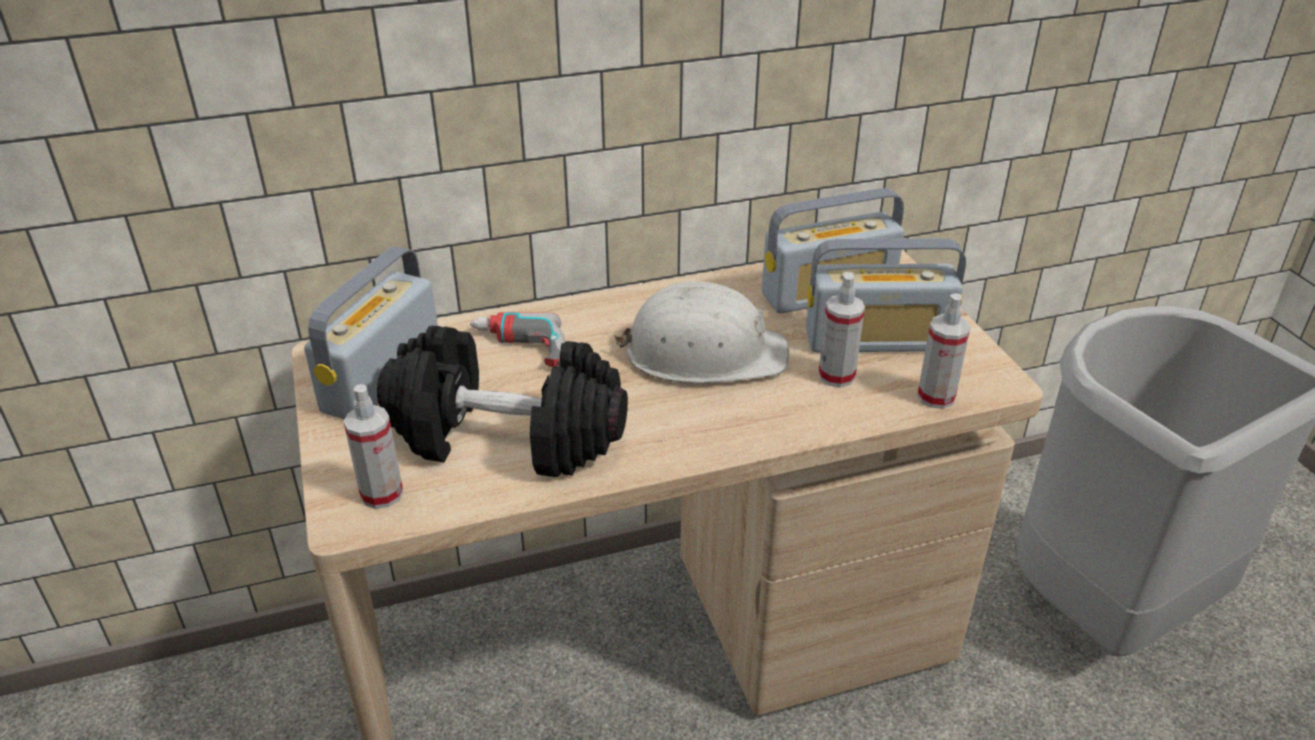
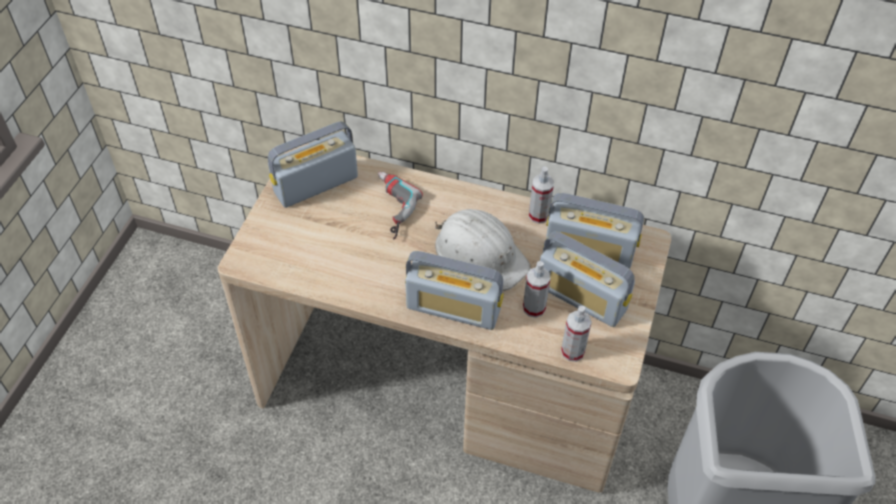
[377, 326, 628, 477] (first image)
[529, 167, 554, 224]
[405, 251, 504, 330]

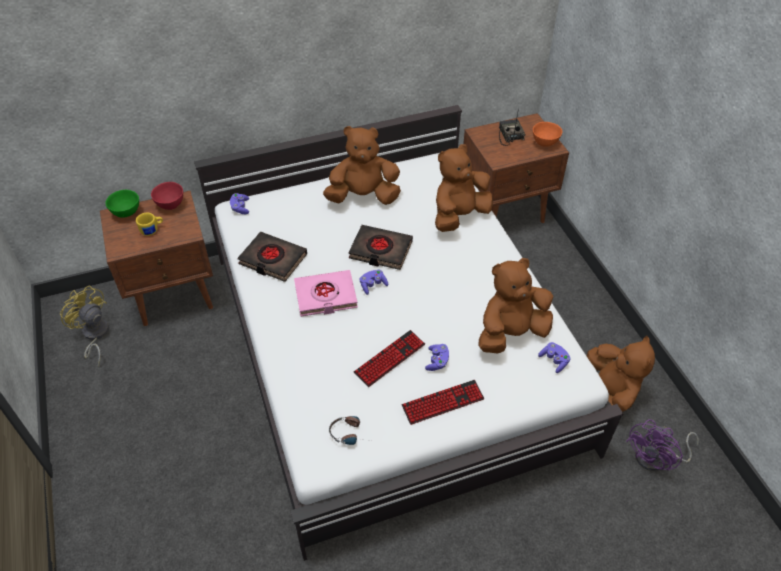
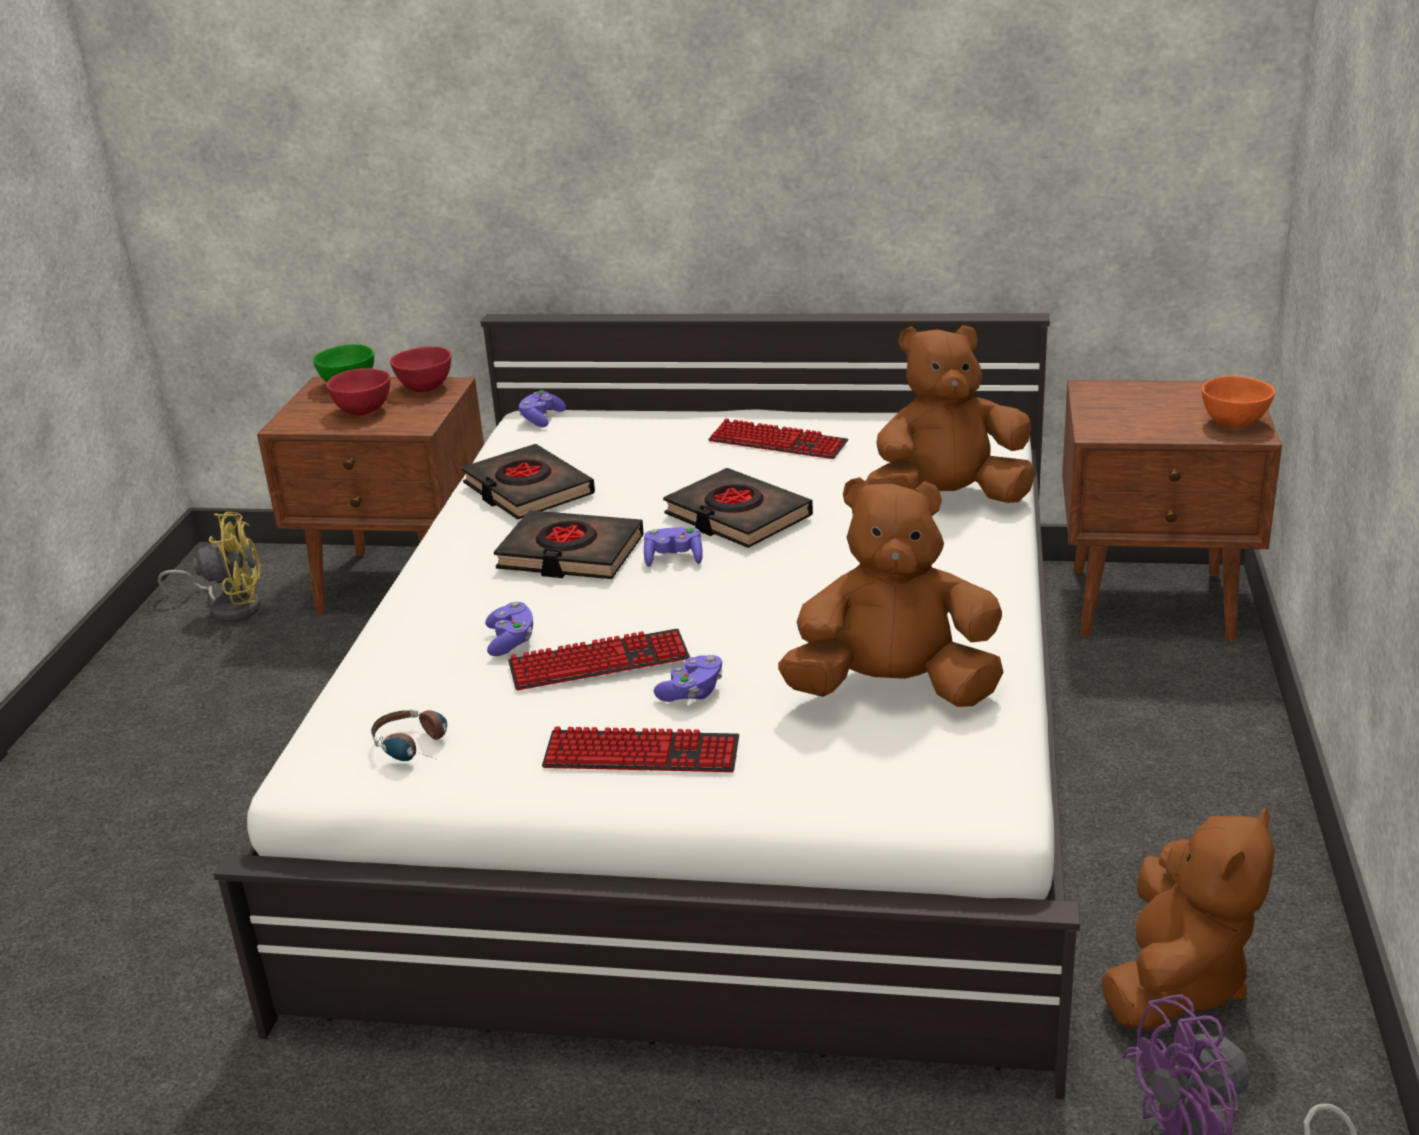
[499, 108, 525, 146] (first image)
[708, 418, 848, 459]
[326, 368, 390, 415]
[494, 510, 644, 579]
[158, 512, 261, 622]
[485, 602, 533, 656]

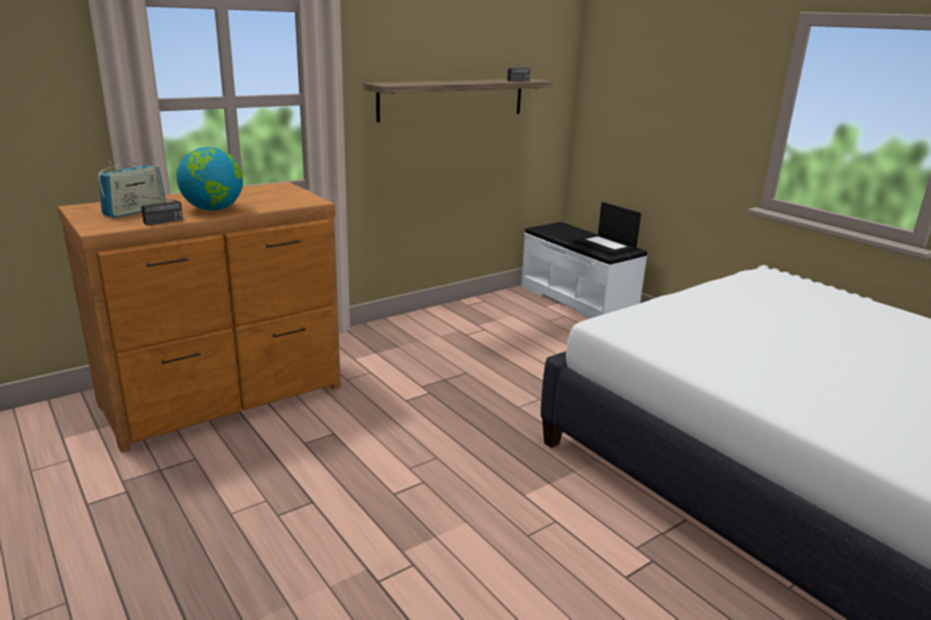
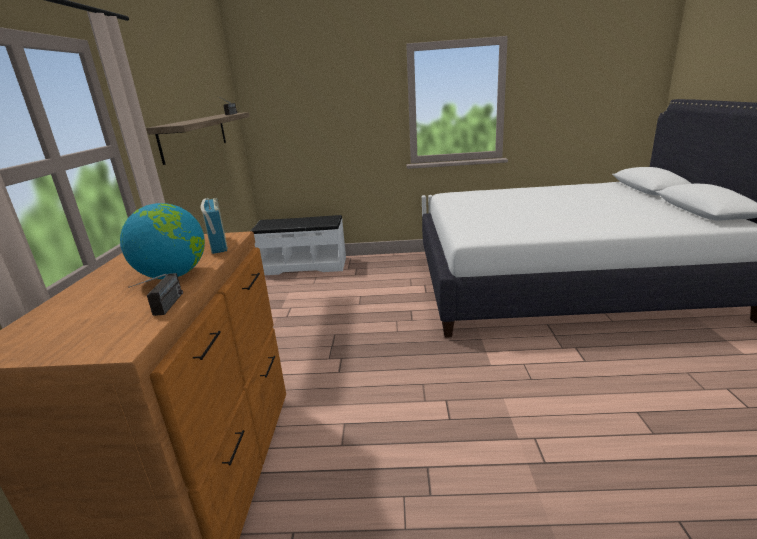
[200, 198, 228, 254]
[574, 202, 641, 255] (first image)

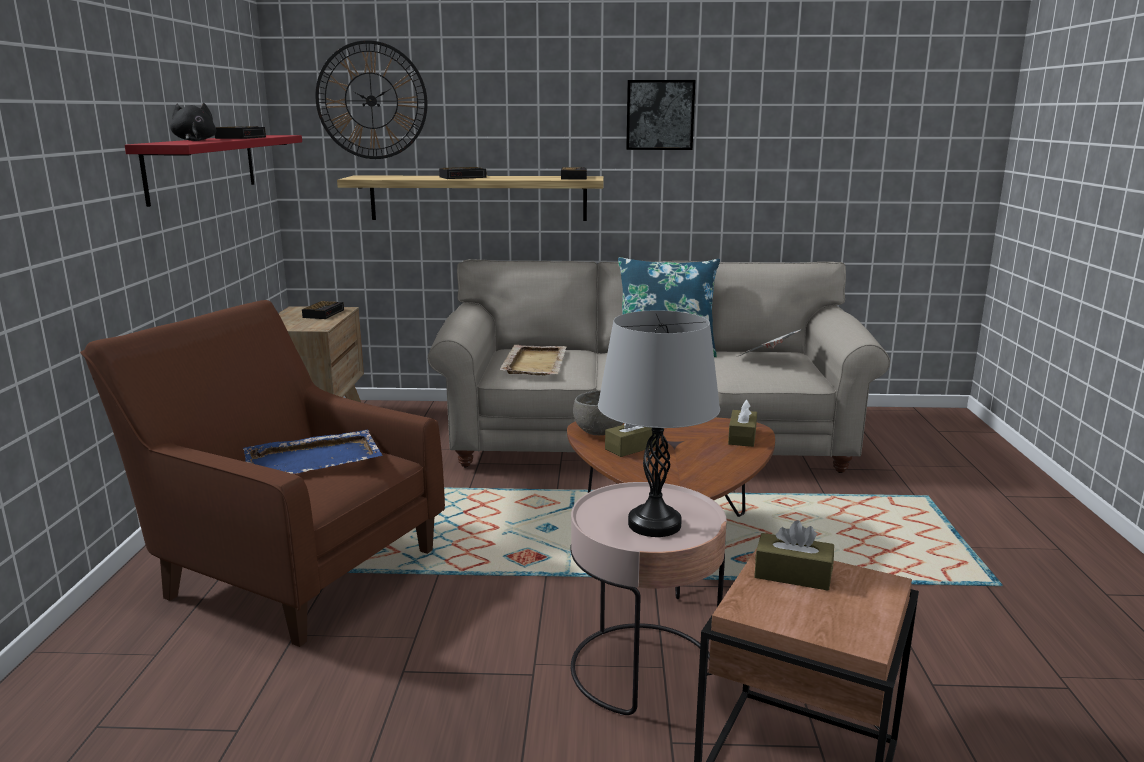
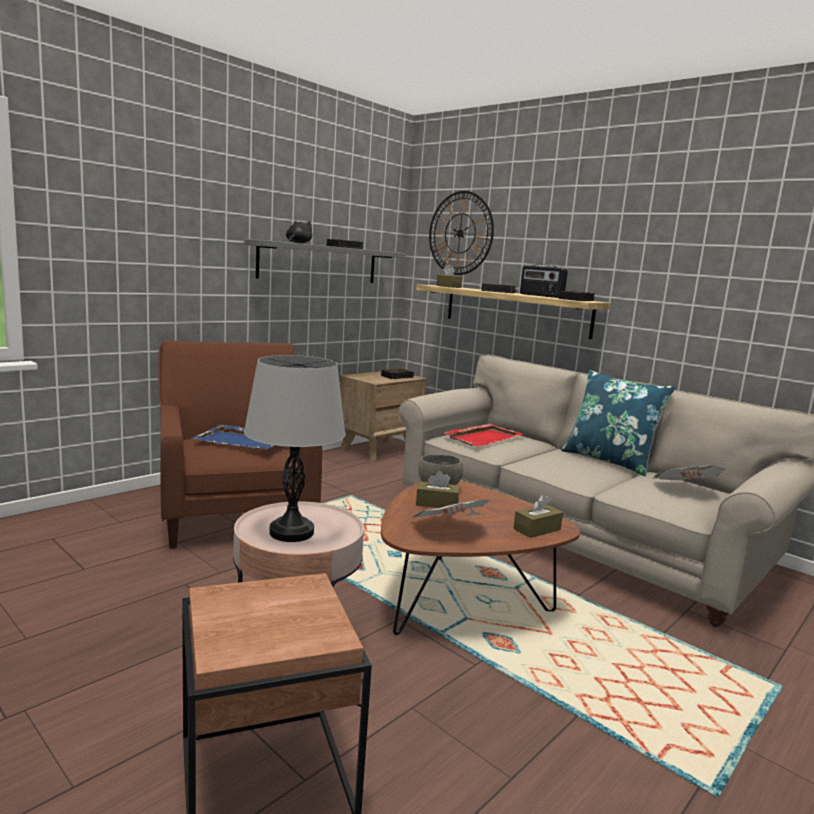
[626, 80, 696, 150] (first image)
[244, 239, 406, 283]
[443, 424, 523, 446]
[436, 264, 462, 288]
[520, 264, 568, 298]
[411, 500, 491, 518]

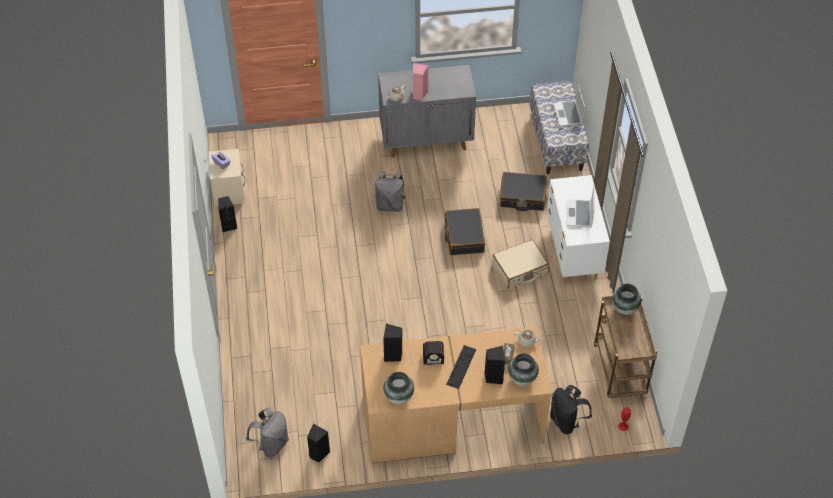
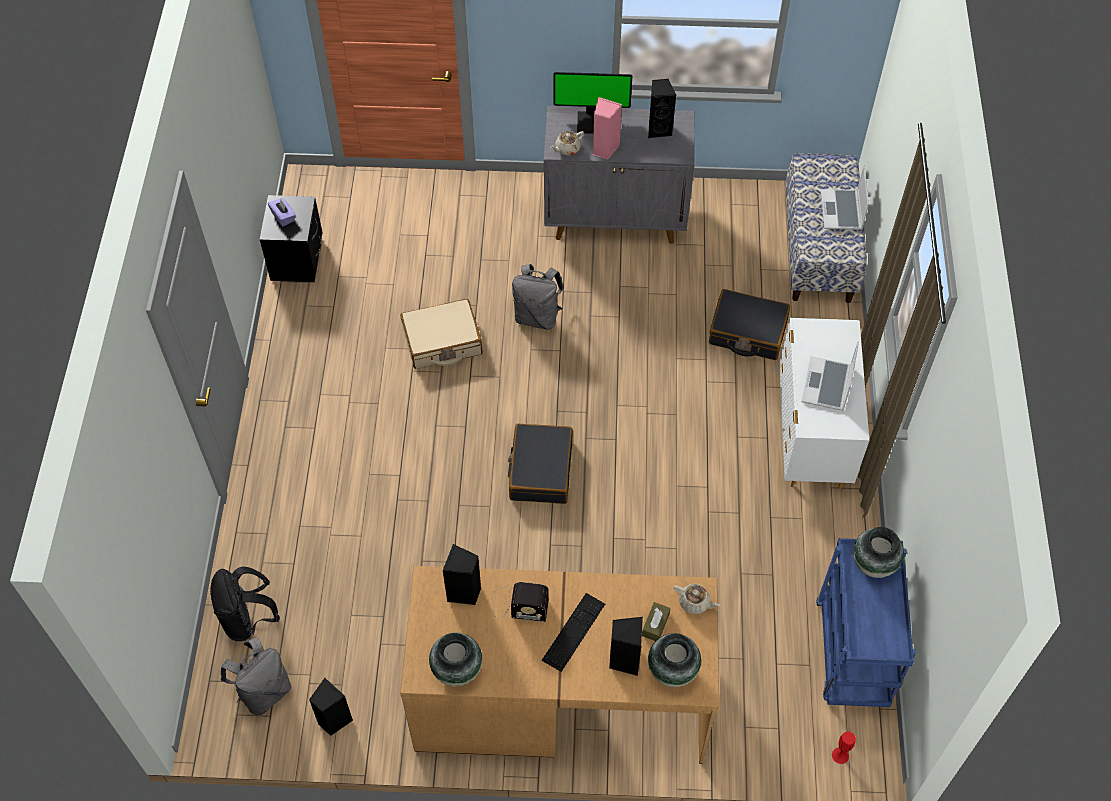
[260, 195, 322, 282]
[648, 79, 676, 138]
[508, 424, 573, 504]
[400, 299, 483, 369]
[816, 538, 916, 707]
[210, 567, 280, 641]
[553, 72, 632, 134]

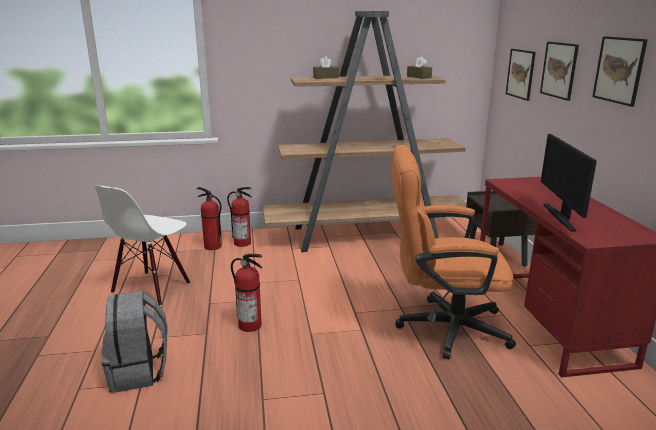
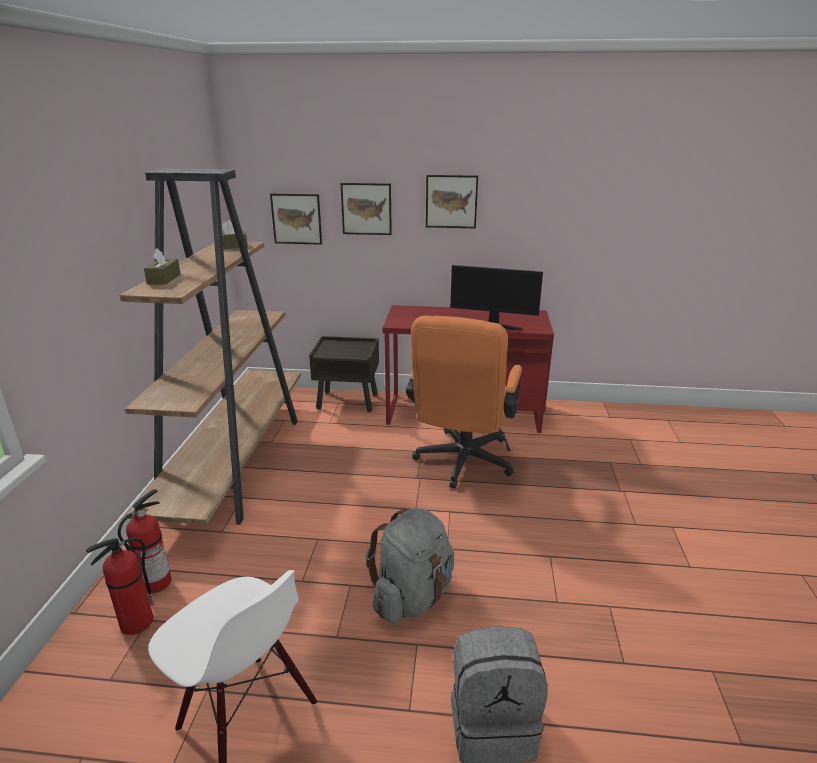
[366, 508, 454, 623]

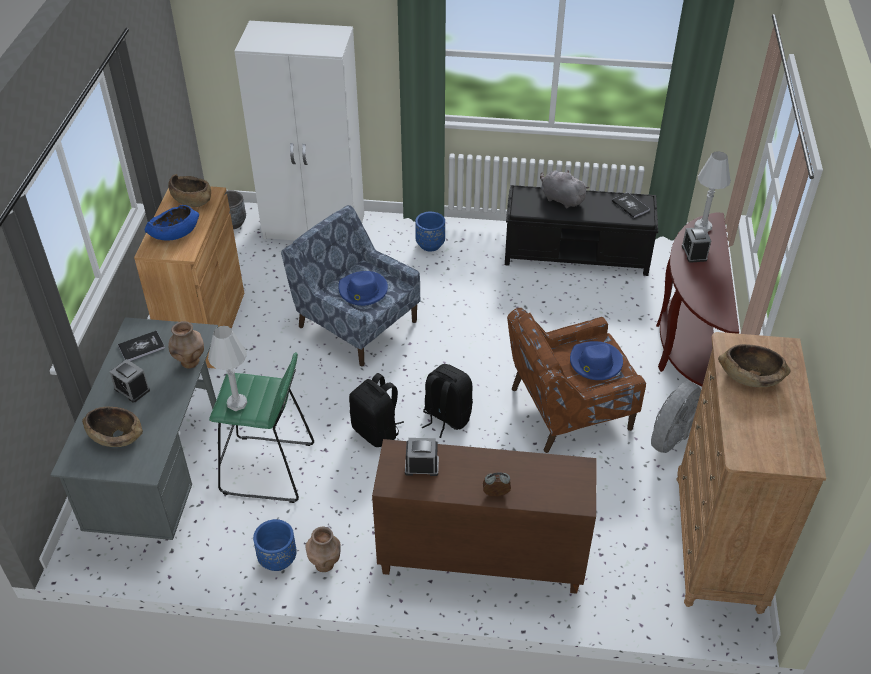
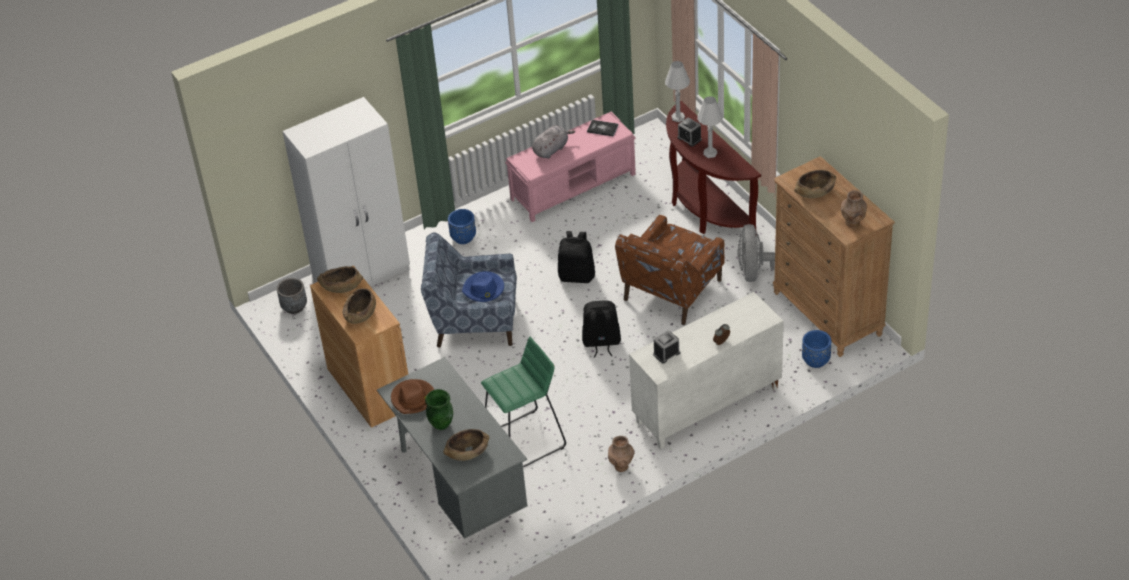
[532, 125, 575, 159]
[505, 112, 636, 222]
[342, 288, 376, 324]
[841, 190, 867, 228]
[697, 96, 723, 158]
[391, 379, 434, 414]
[570, 341, 623, 380] (first image)
[425, 389, 453, 430]
[558, 231, 595, 283]
[629, 292, 784, 449]
[802, 330, 831, 368]

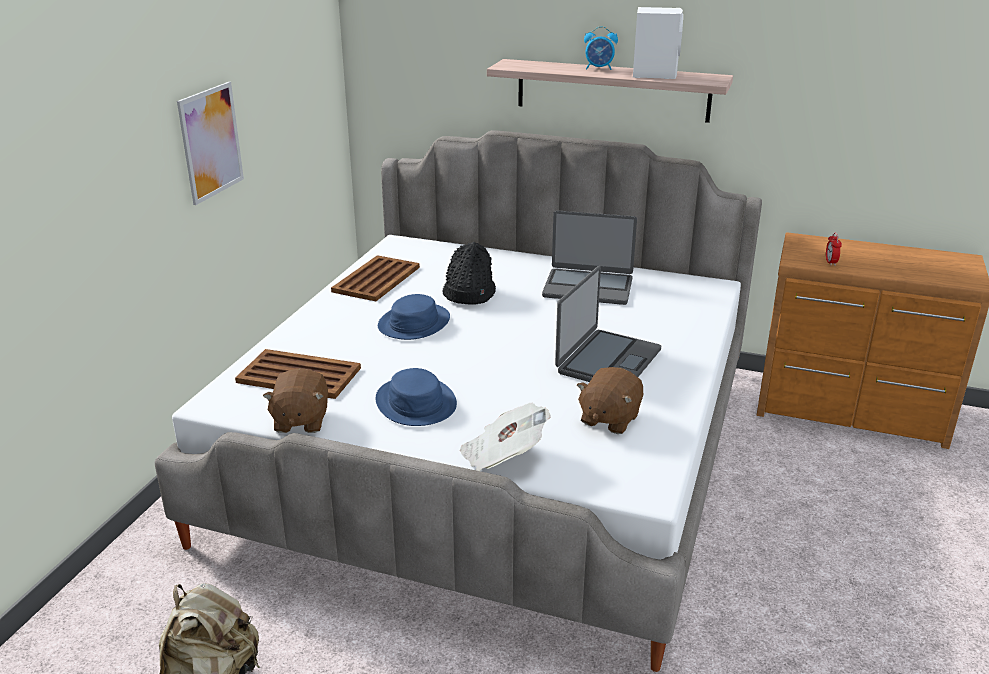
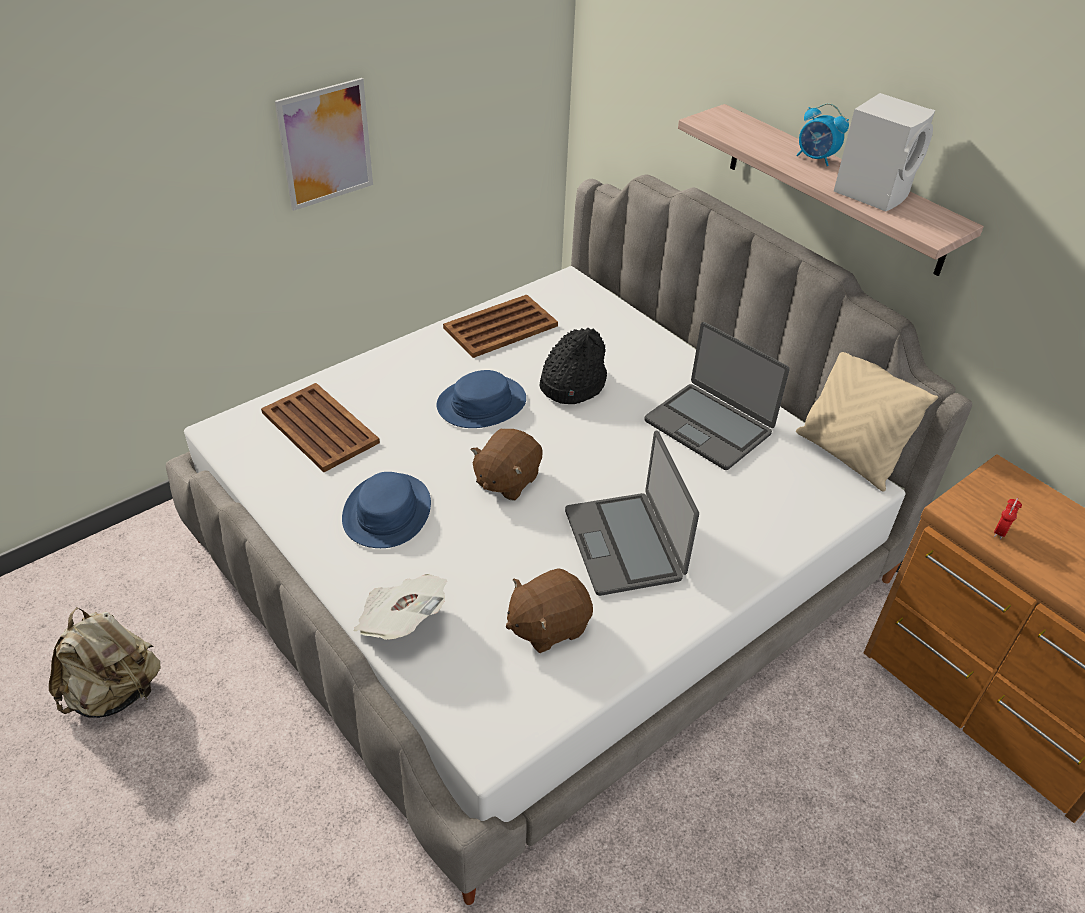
[565, 431, 699, 596]
[470, 428, 543, 500]
[796, 352, 938, 492]

